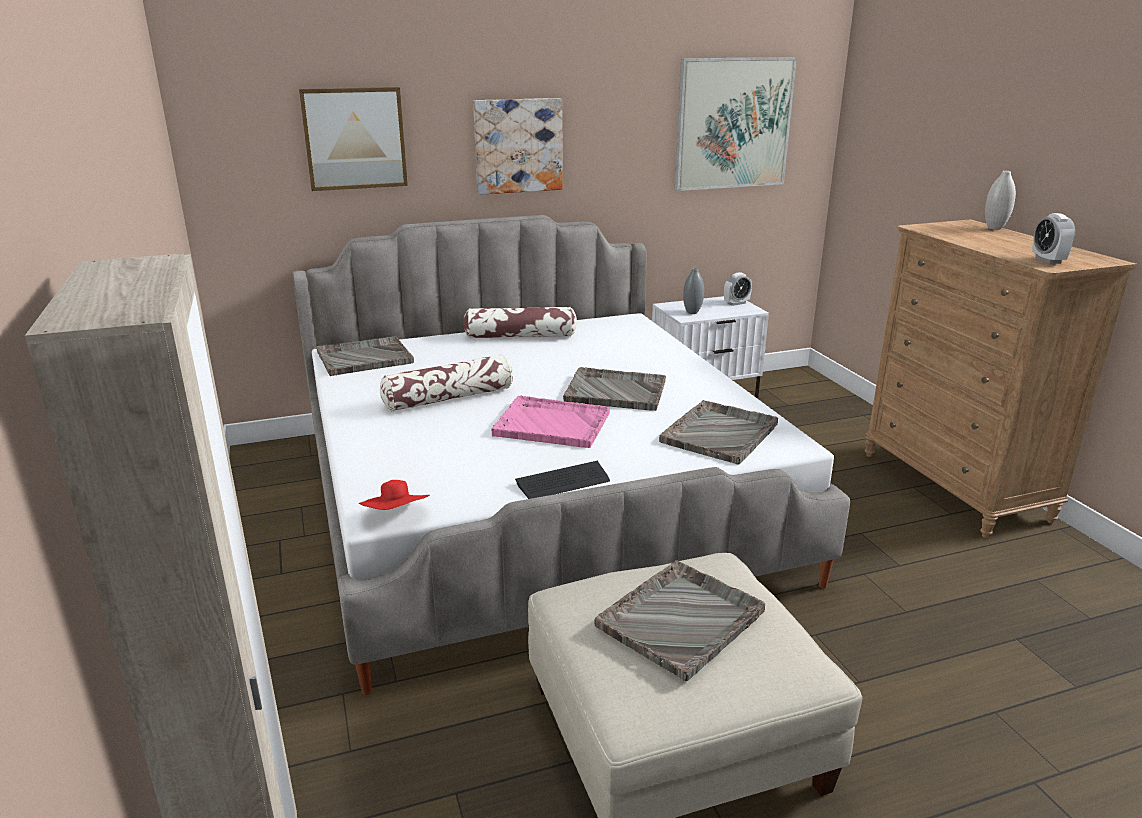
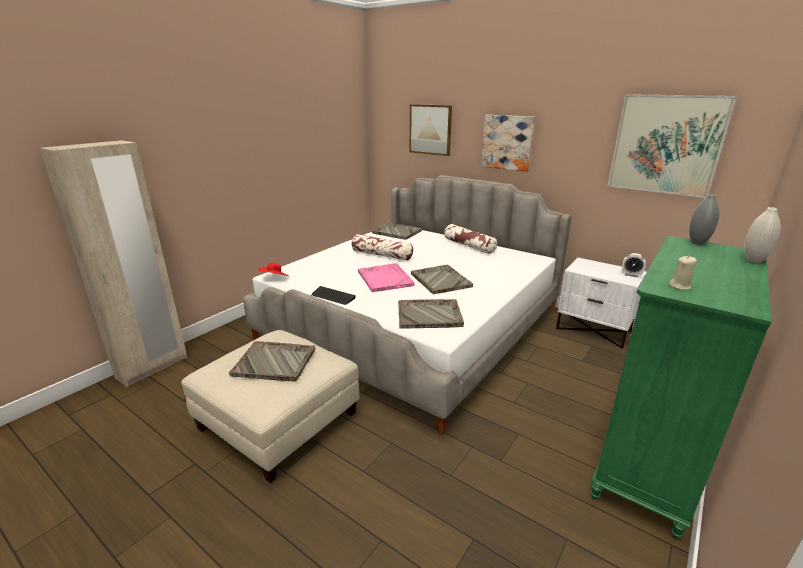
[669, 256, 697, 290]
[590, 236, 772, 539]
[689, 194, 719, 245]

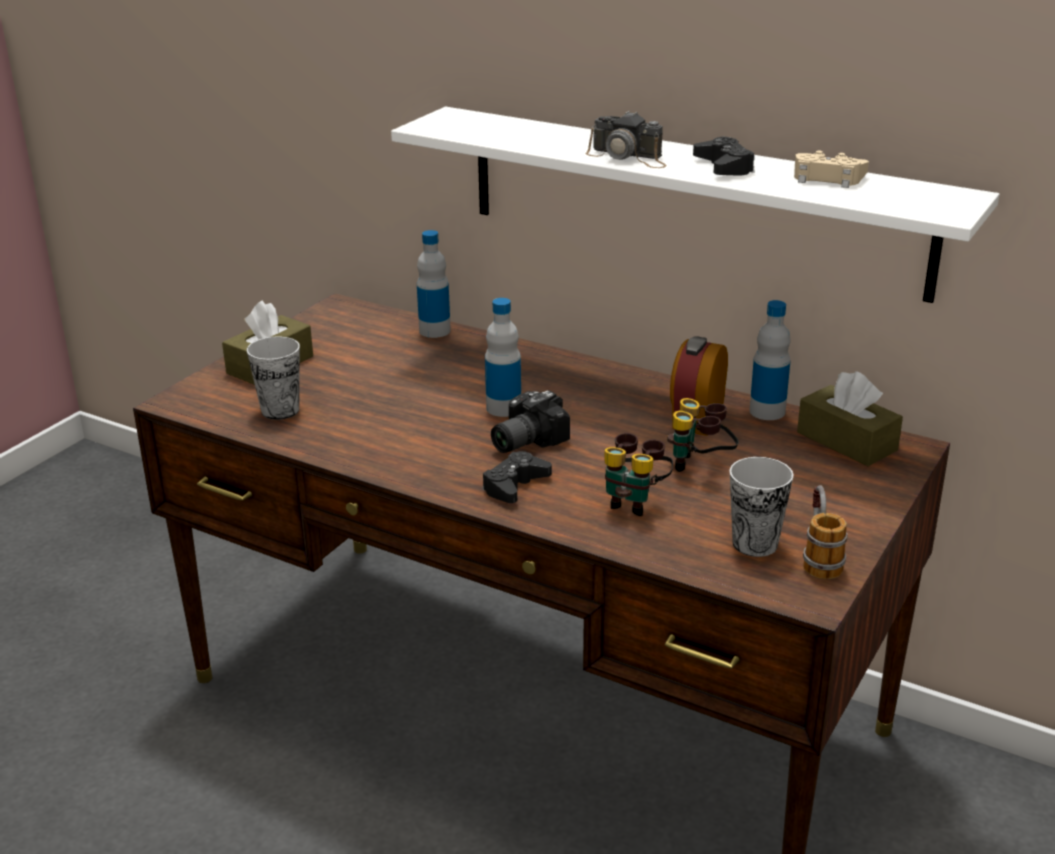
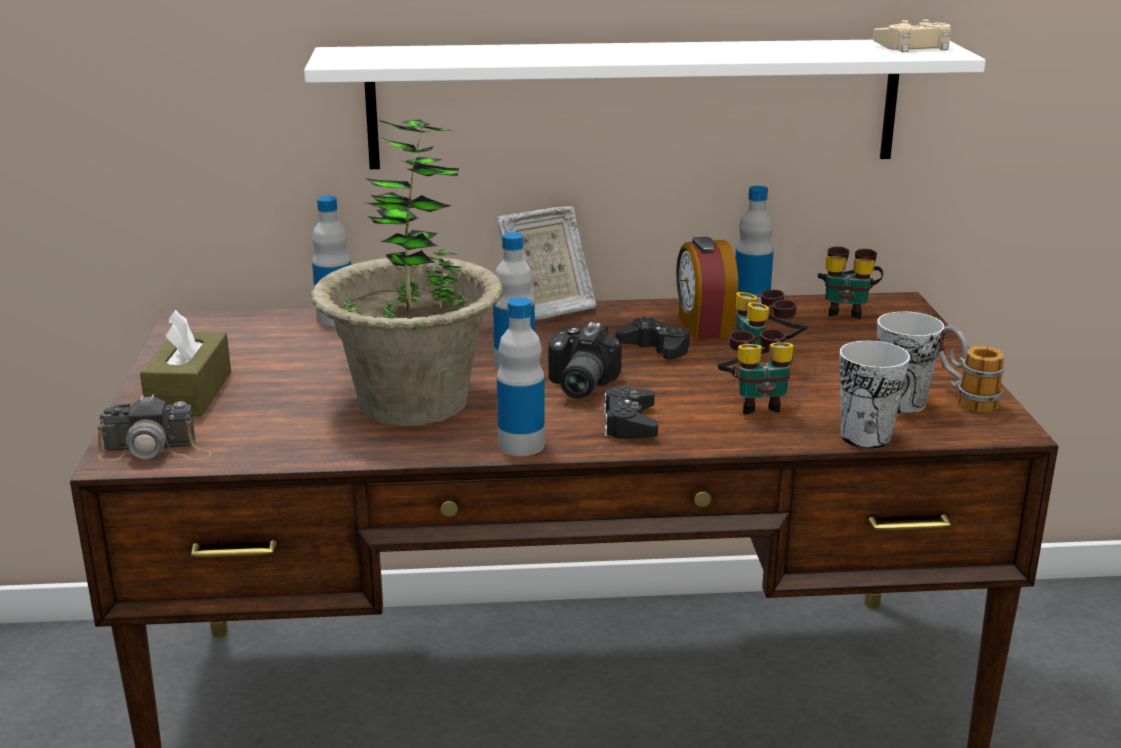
[97, 394, 212, 461]
[615, 317, 690, 360]
[873, 19, 951, 52]
[840, 340, 910, 449]
[818, 246, 883, 319]
[311, 120, 503, 426]
[496, 206, 596, 321]
[497, 297, 545, 456]

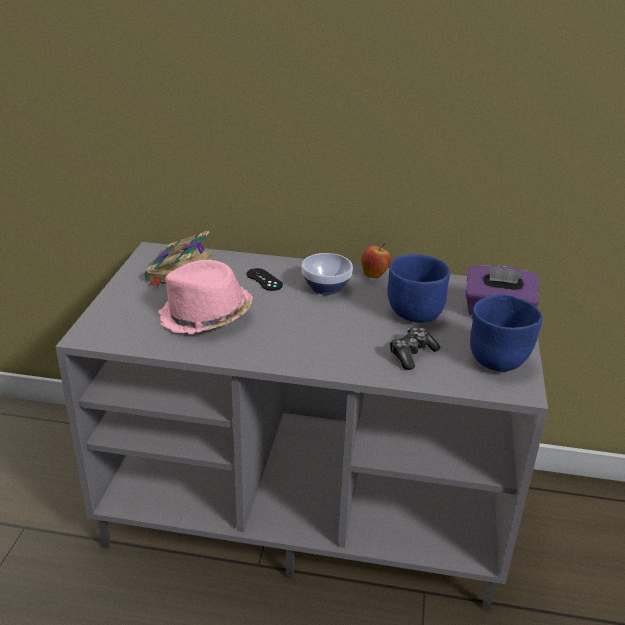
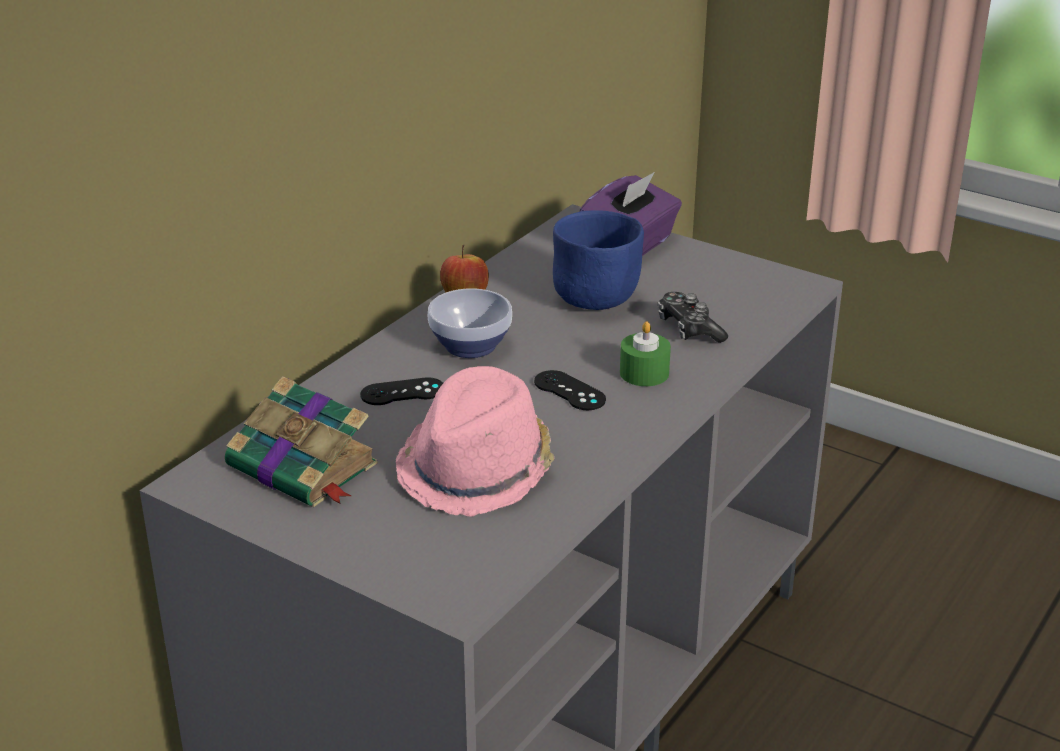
[470, 294, 543, 371] (first image)
[620, 321, 671, 386]
[534, 370, 606, 410]

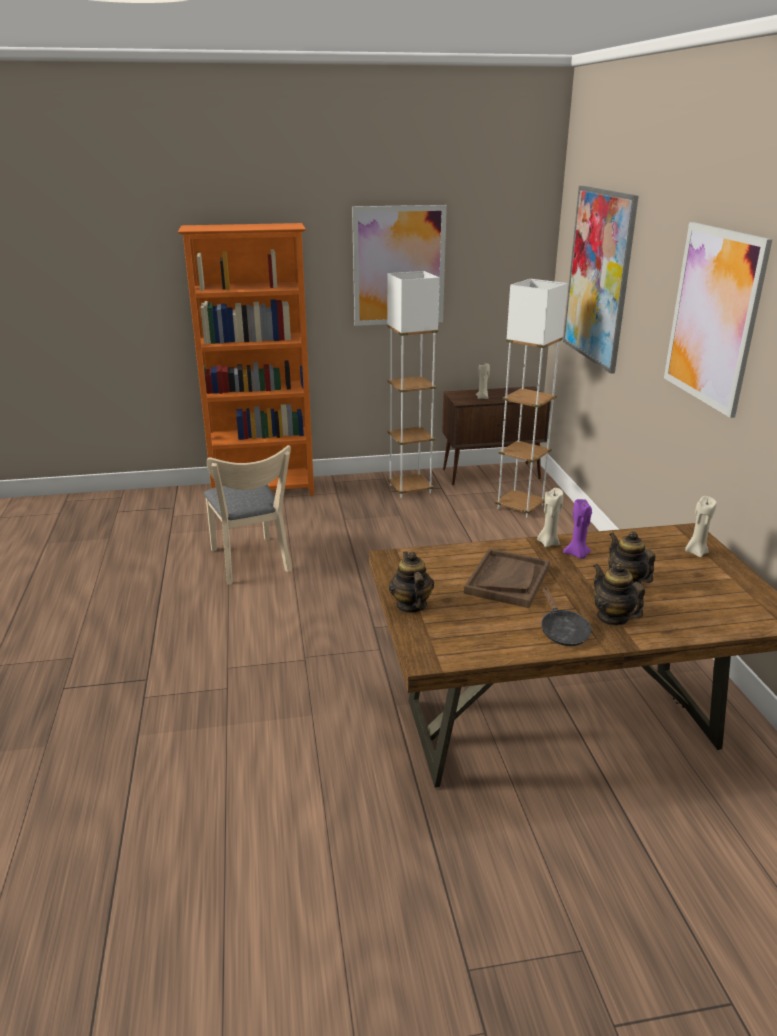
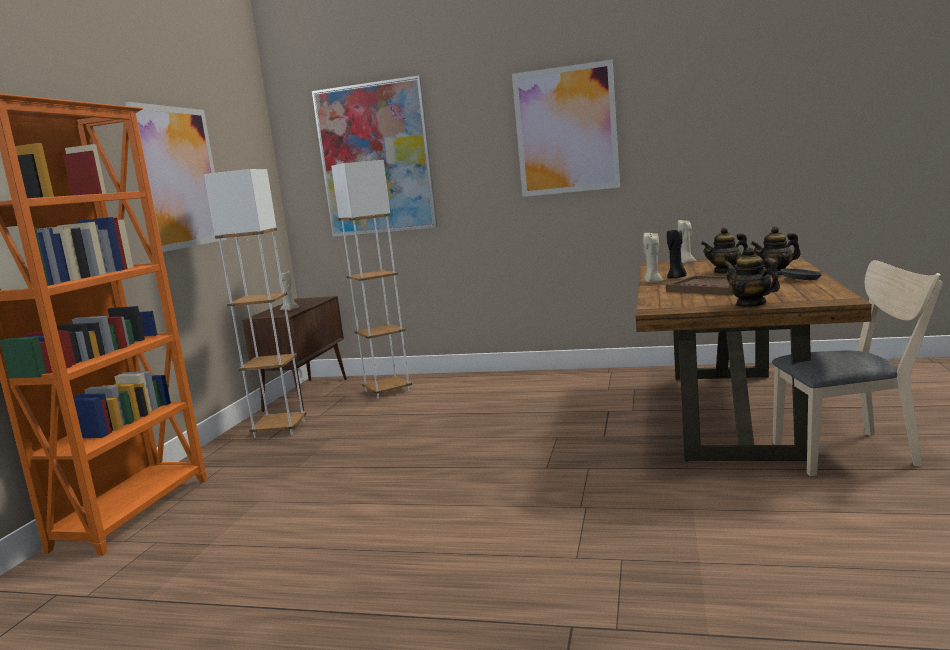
[772, 260, 943, 476]
[667, 230, 687, 279]
[723, 247, 780, 307]

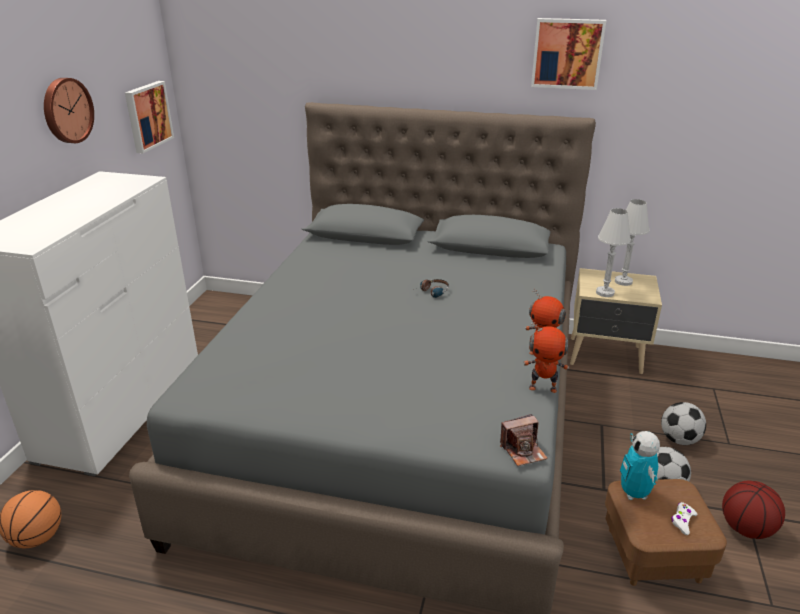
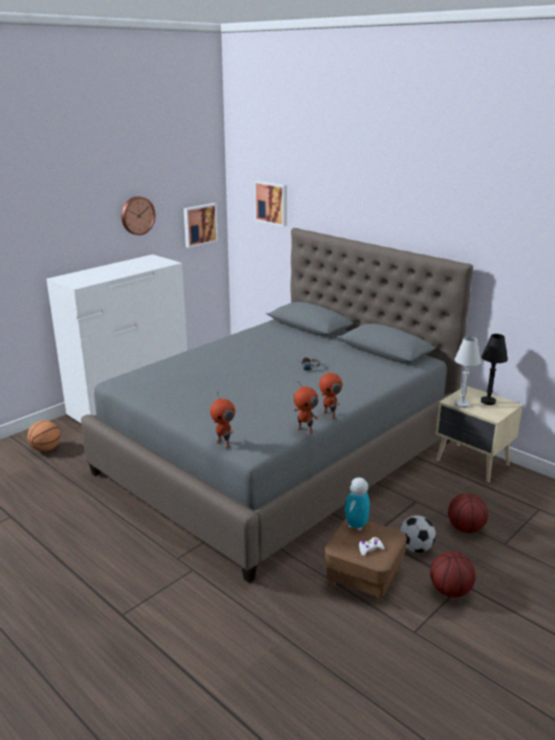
[254, 181, 287, 227]
[481, 334, 508, 405]
[448, 494, 488, 533]
[500, 414, 548, 466] (first image)
[210, 391, 235, 448]

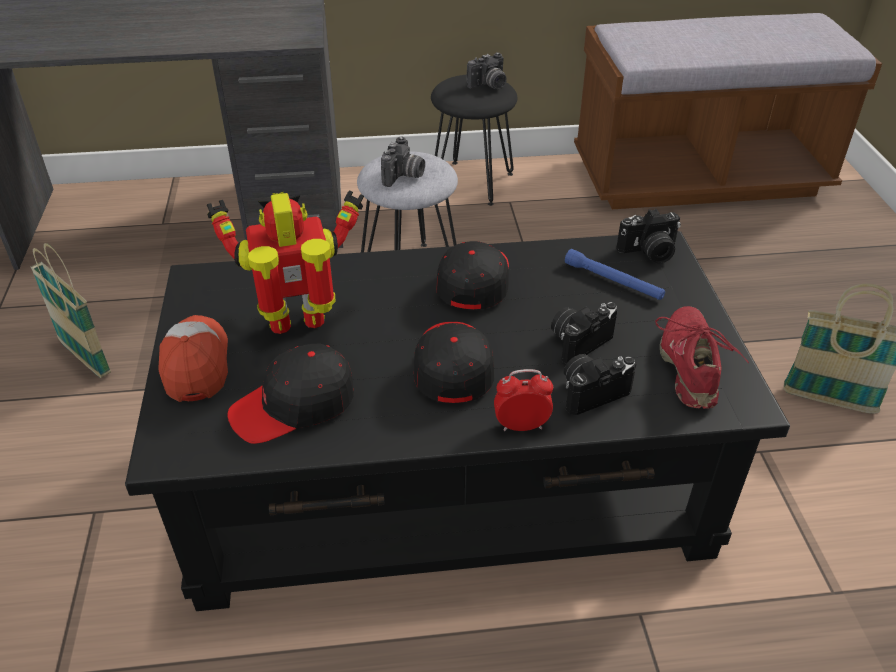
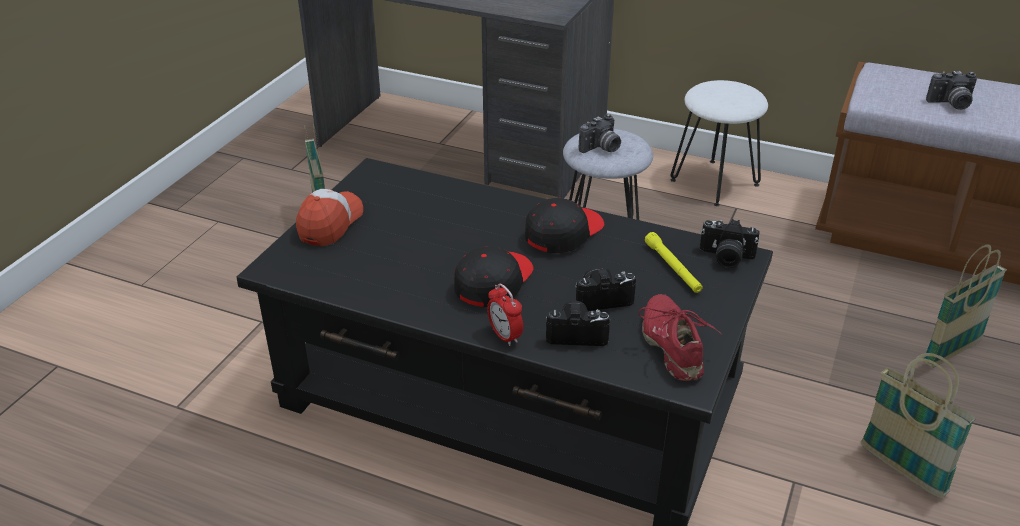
[926, 71, 977, 110]
[671, 80, 768, 206]
[207, 190, 364, 334] (first image)
[645, 232, 703, 293]
[638, 294, 722, 381]
[228, 344, 354, 444] (first image)
[487, 284, 523, 346]
[924, 244, 1007, 368]

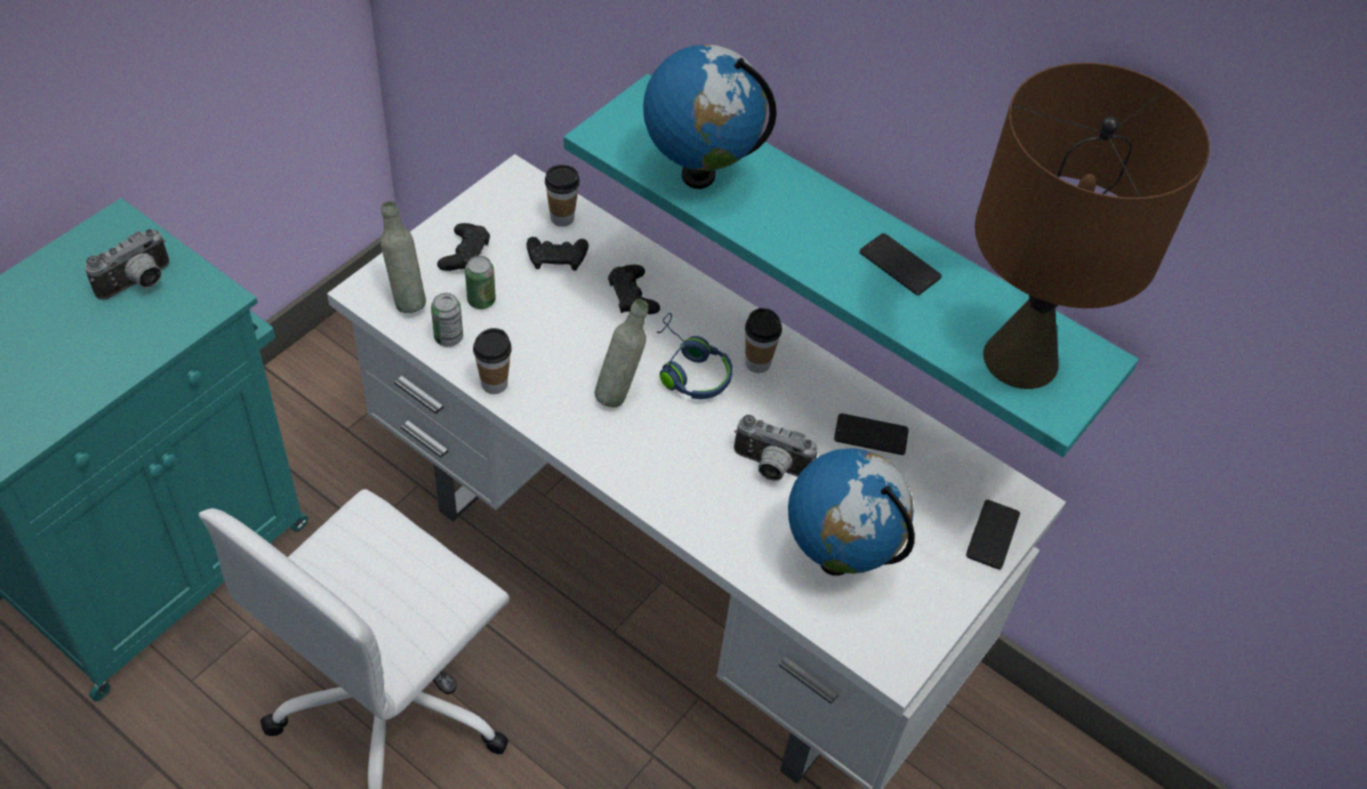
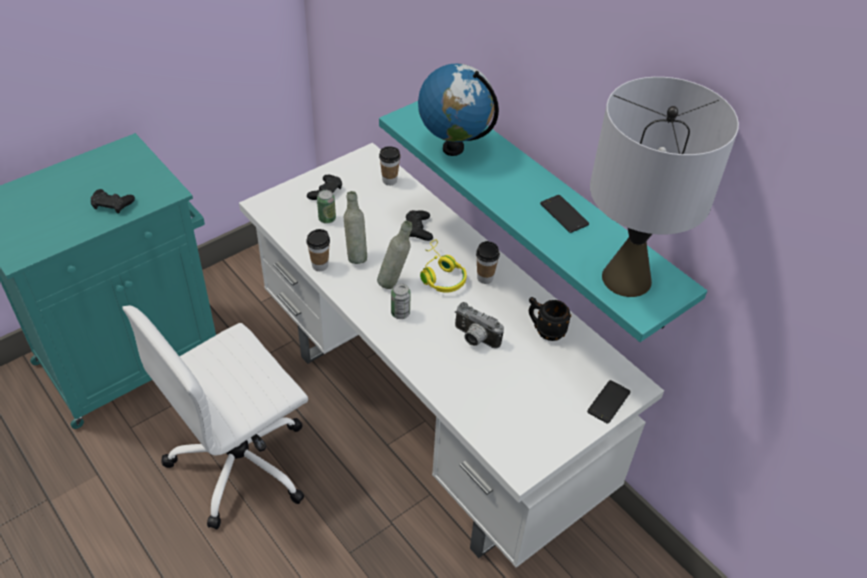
[590, 77, 739, 297]
[344, 191, 367, 264]
[85, 229, 170, 300] (first image)
[91, 189, 135, 214]
[391, 283, 411, 319]
[420, 239, 467, 293]
[529, 297, 571, 341]
[788, 448, 915, 576] (first image)

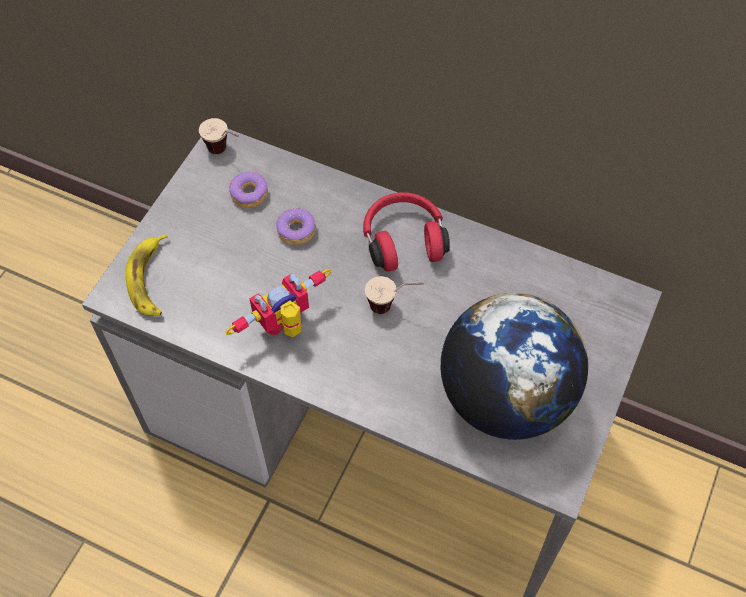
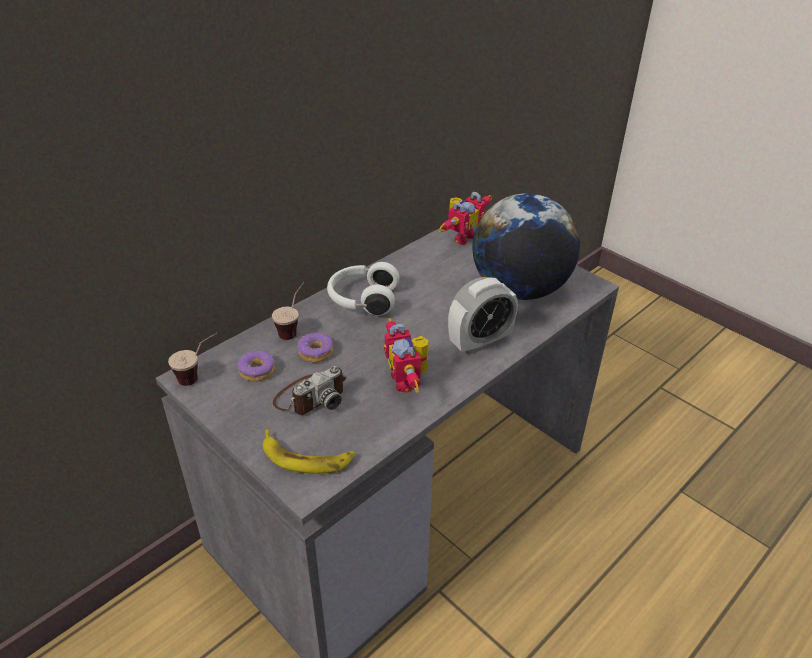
[327, 262, 399, 316]
[272, 282, 305, 340]
[439, 192, 492, 245]
[448, 277, 518, 355]
[273, 366, 346, 415]

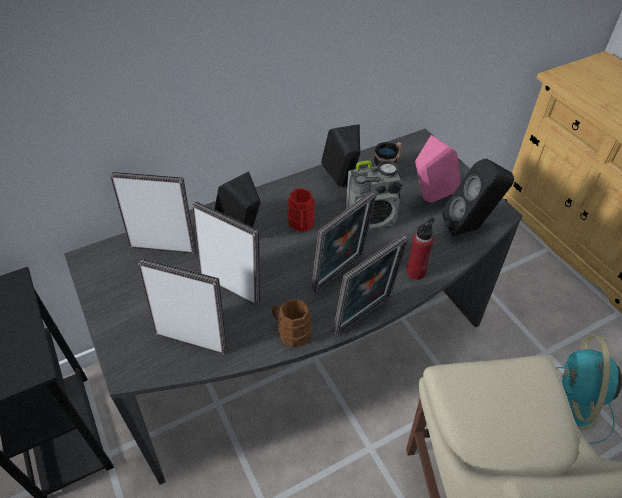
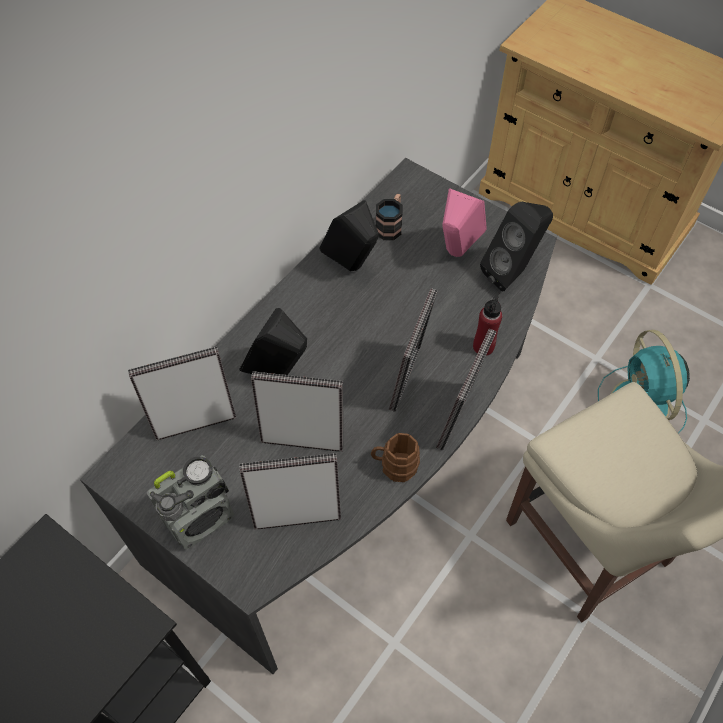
[147, 455, 234, 549]
[287, 189, 315, 231] (first image)

